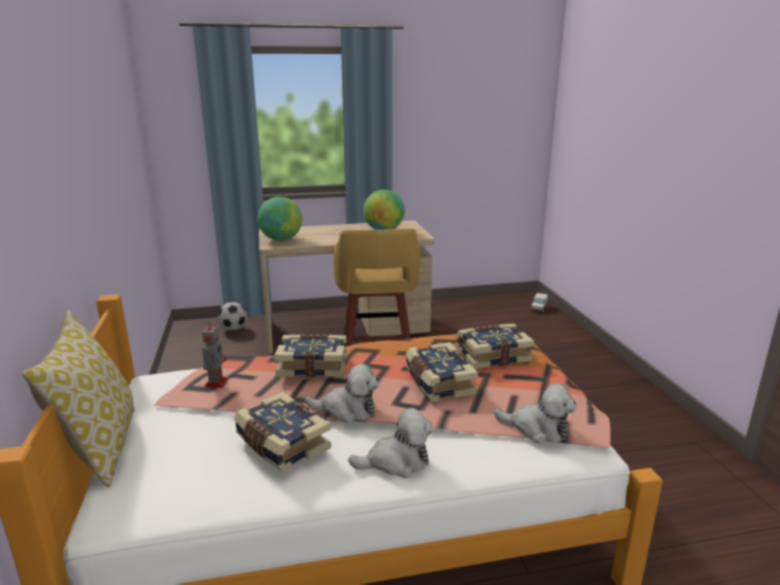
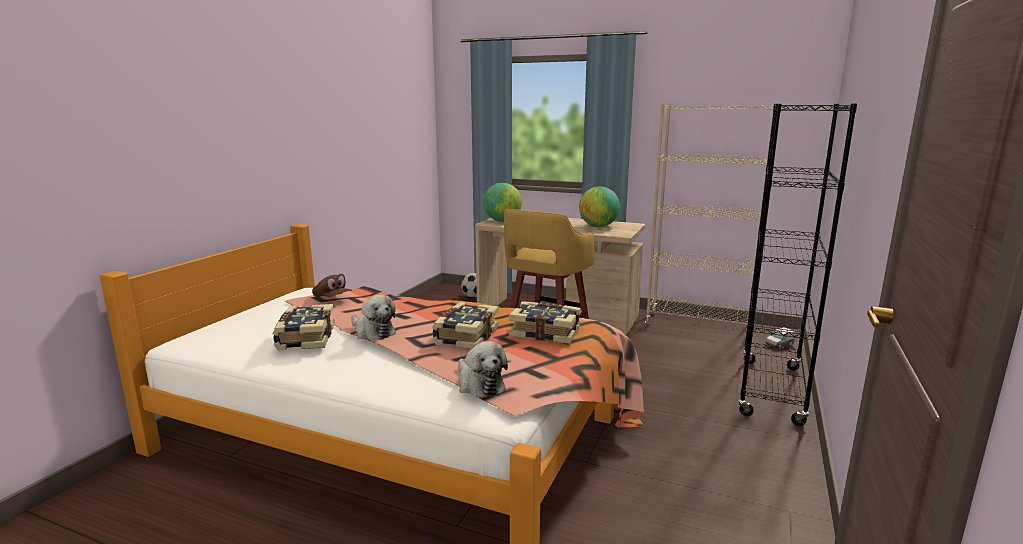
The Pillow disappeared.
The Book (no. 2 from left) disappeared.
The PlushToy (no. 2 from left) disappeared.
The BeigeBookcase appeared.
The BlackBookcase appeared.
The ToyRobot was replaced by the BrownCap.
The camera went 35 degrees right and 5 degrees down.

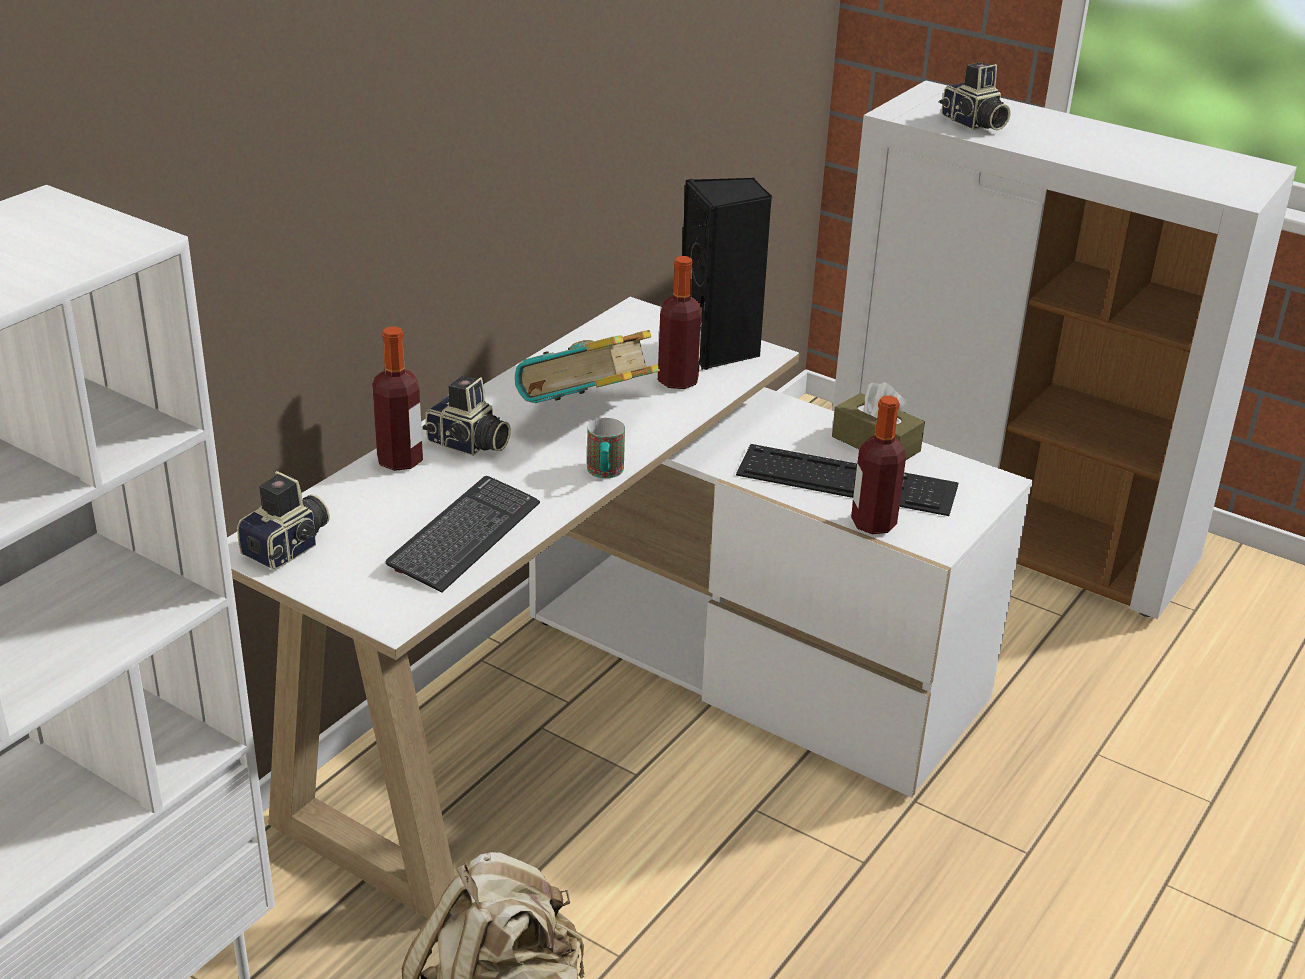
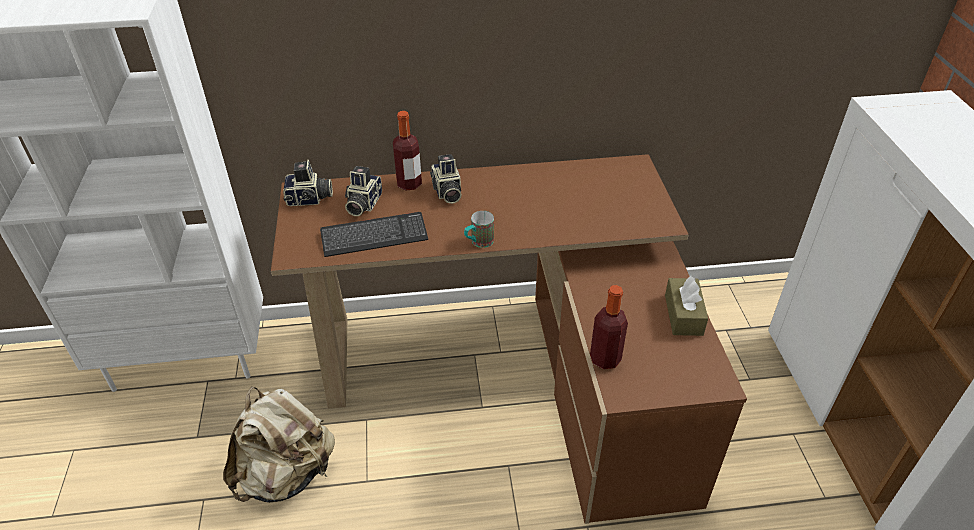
The Book disappeared.
The Bottle (no. 2 from left) disappeared.
The BlackSpeaker disappeared.
The Keyboard (no. 2 from left) disappeared.
The PhotoCamera (no. 3 from left in the first image) moved.
The WhiteDesk became the BrownDesk.
The camera went 50 degrees right and 10 degrees up.

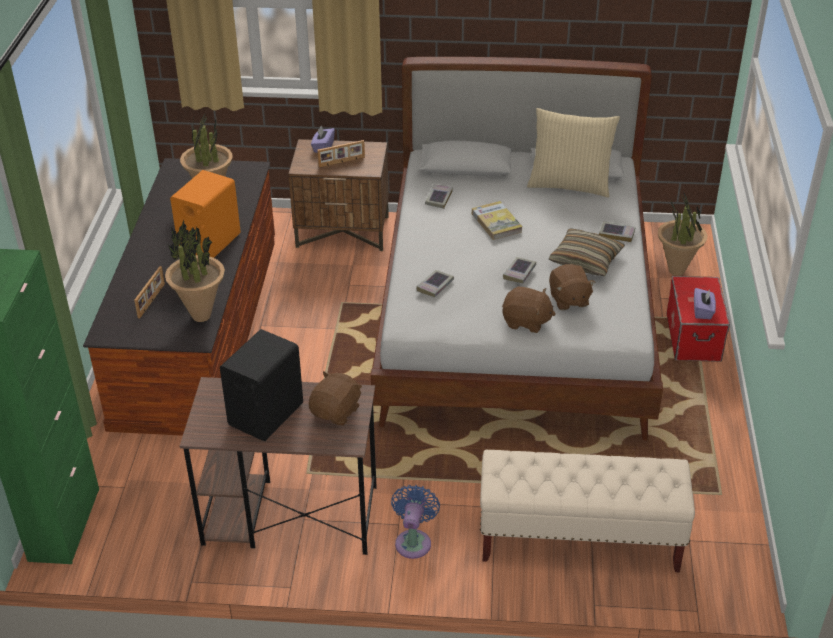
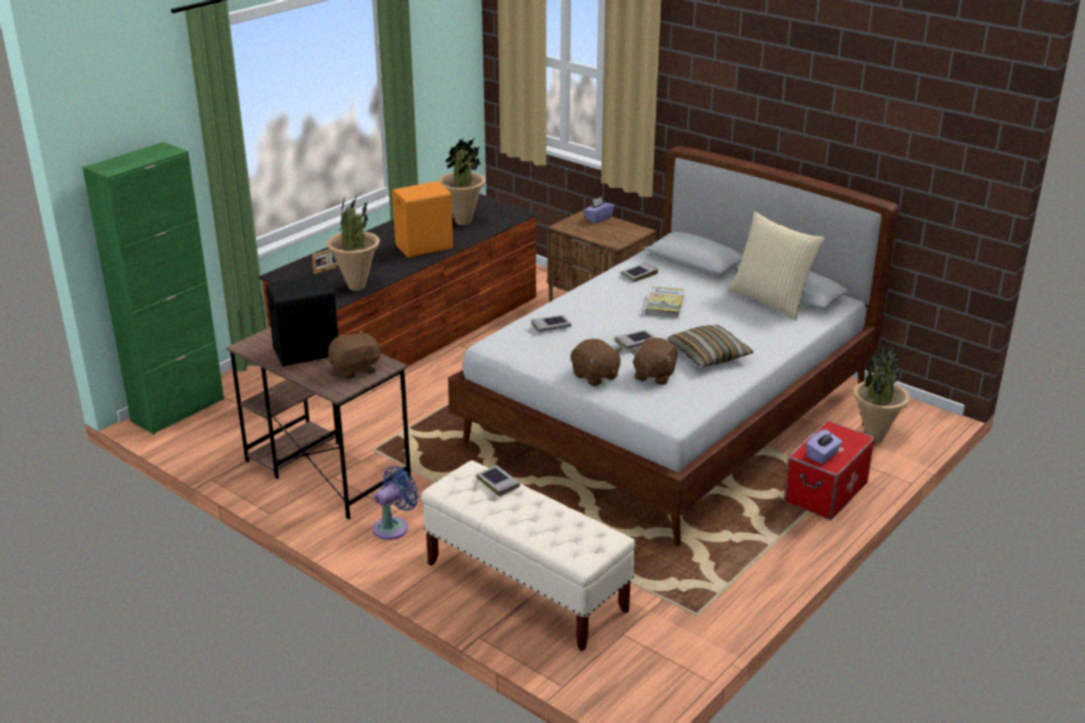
The PictureFrame (no. 2 from left) disappeared.
The Book (no. 5 from left in the first image) moved.
The camera went 35 degrees right and 10 degrees down.

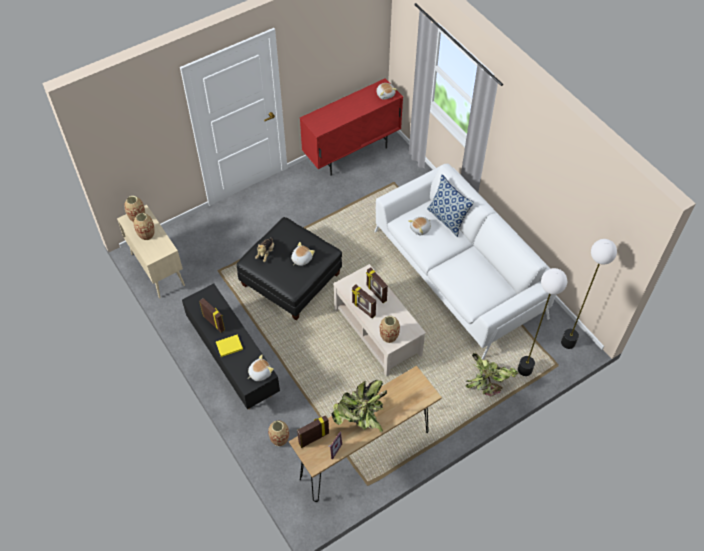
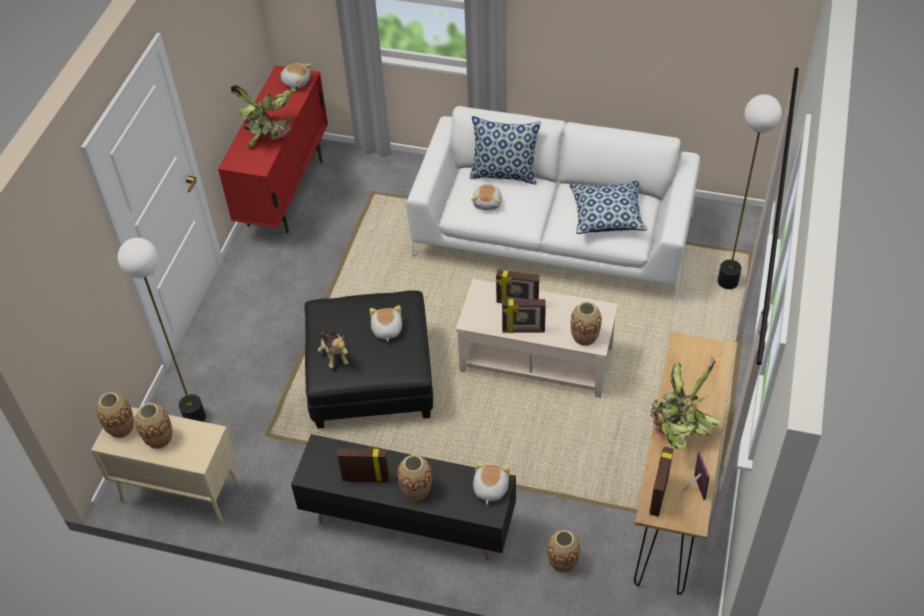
The Pillow (no. 2 from left) appeared.
The PottedPlant (no. 2 from left in the first image) moved.
The FloorLamp (no. 2 from left in the first image) moved.
The YellowBook was replaced by the Vase (no. 3 from left).
The camera went 40 degrees left and 5 degrees down.

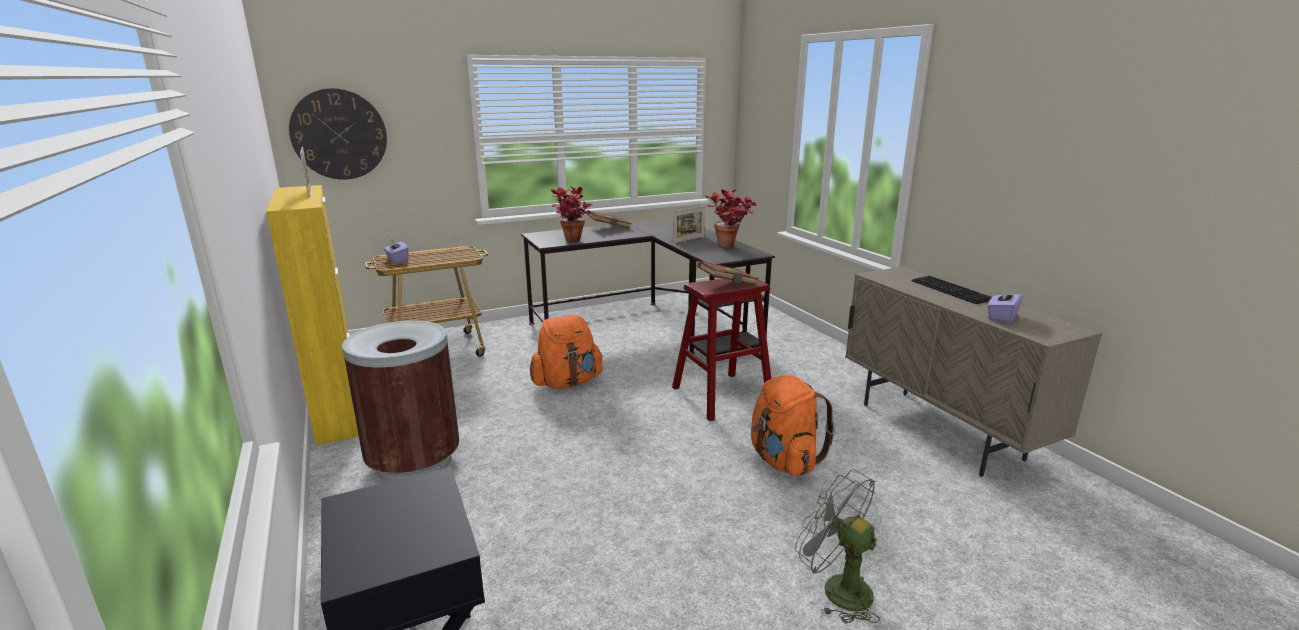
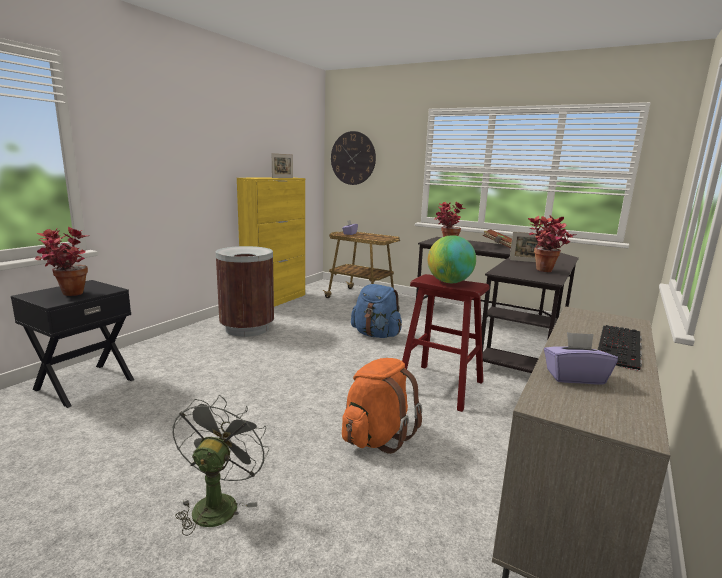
The PottedPlant (no. 1 from left) appeared.
The BrownBook (no. 2 from left) was replaced by the Globe.
The OrangeBackpack (no. 1 from left) became the BlueBackpack.
The camera went 55 degrees right and 5 degrees down.

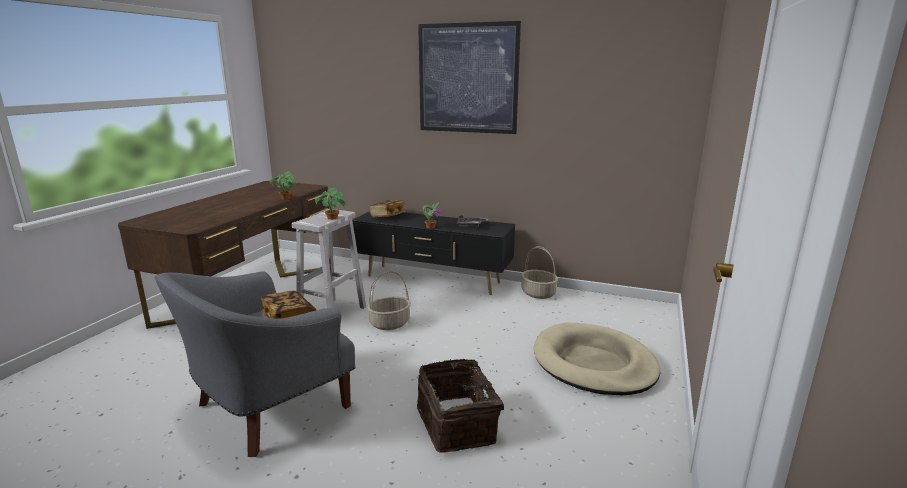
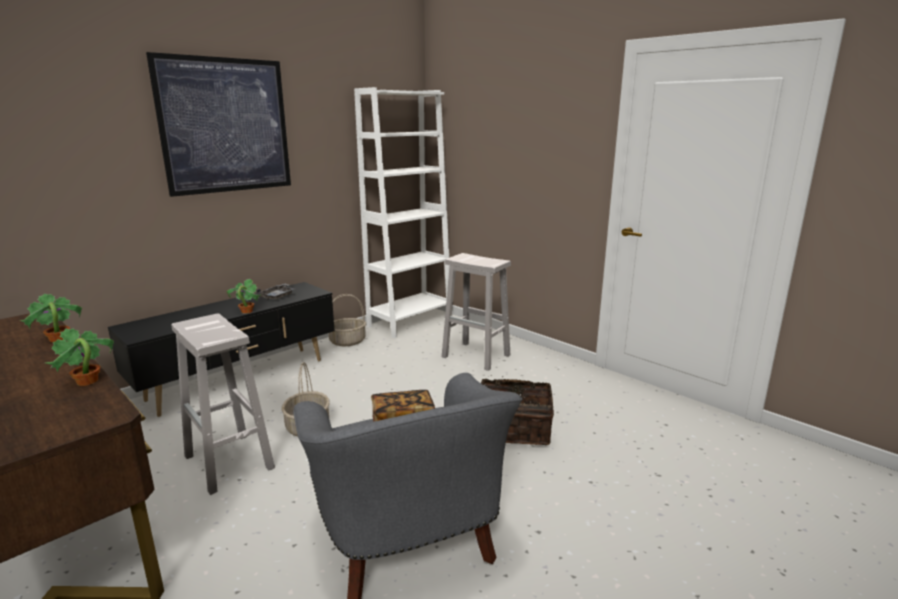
The Book (no. 2 from left) disappeared.
The WhiteBookcase appeared.
The PottedPlant (no. 2 from left) moved.
The BeigeDogBed was replaced by the WhiteStool (no. 2 from left).
The camera went 65 degrees left and 0 degrees up.

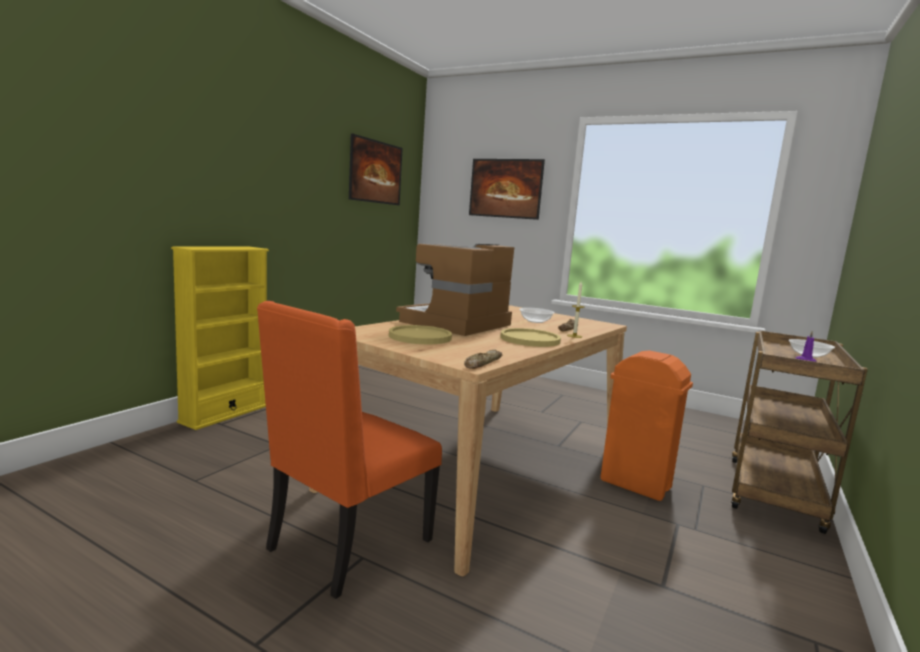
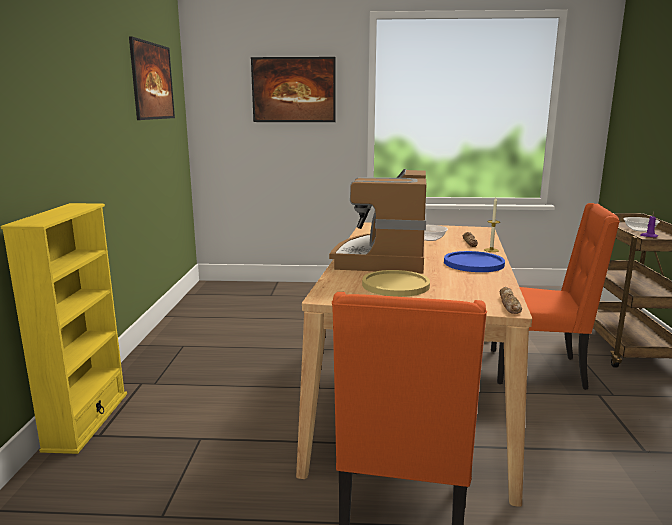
The OrangeTrashCan was replaced by the OrangeChair (no. 2 from left).
The YellowPlate (no. 2 from left) became the BluePlate.
The camera went 25 degrees left and 5 degrees up.

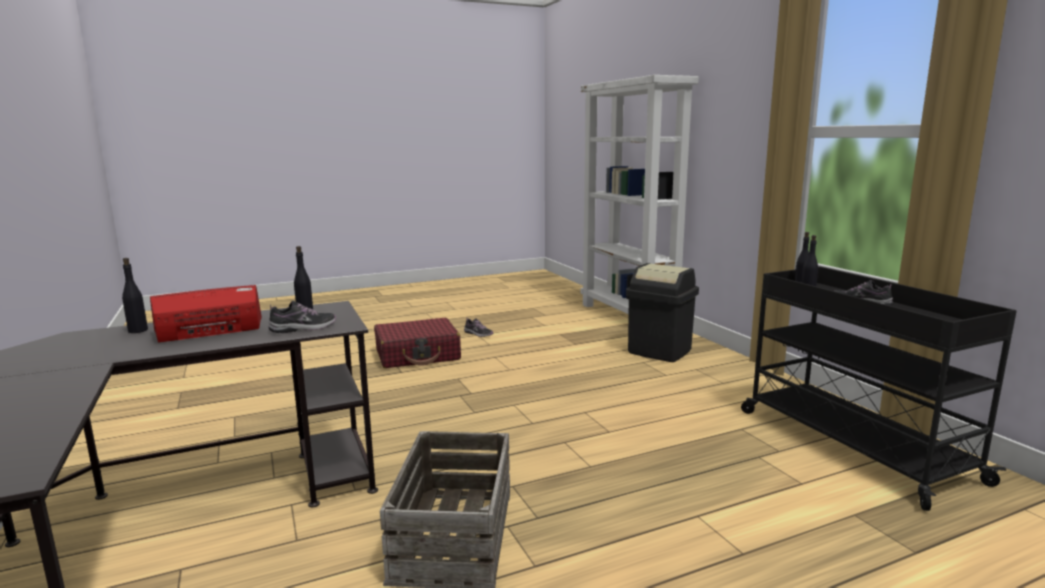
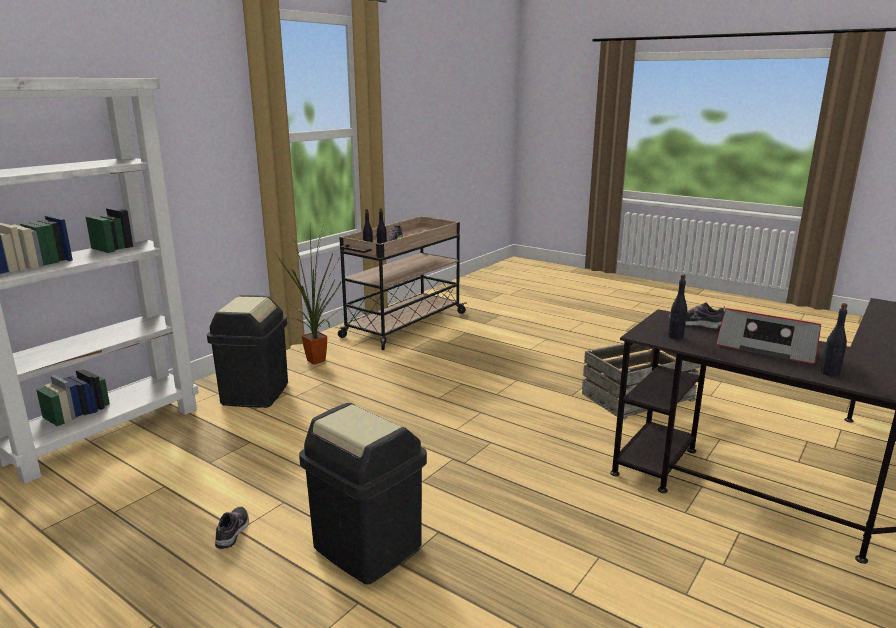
The PottedPlant appeared.
The RedSuitcase was replaced by the BlackTrashCan (no. 2 from left).
The BlackCart became the BeigeCart.
The camera went 120 degrees left and 5 degrees up.

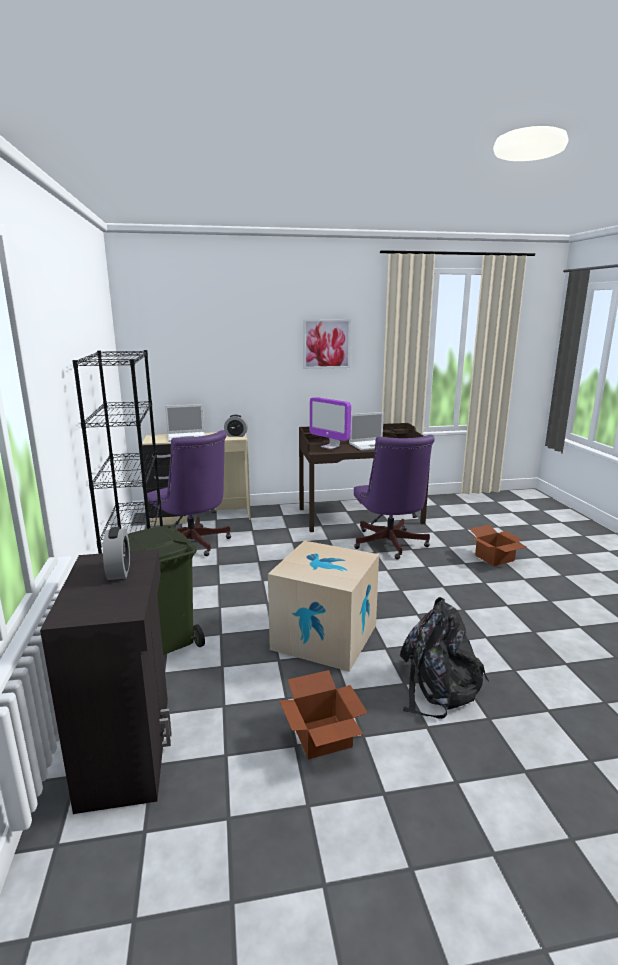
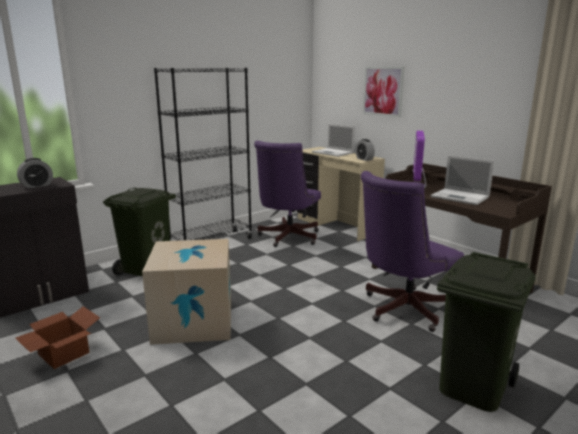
The BlackBackpack disappeared.
The Picture moved.
The CardboardBox (no. 3 from left) was replaced by the GreenTrashCan (no. 2 from left).
The camera went 60 degrees right and 0 degrees up.

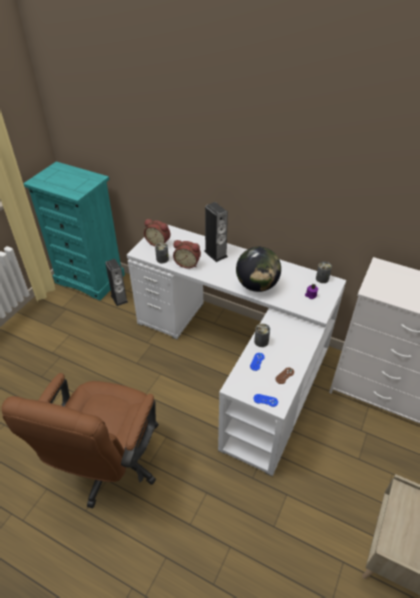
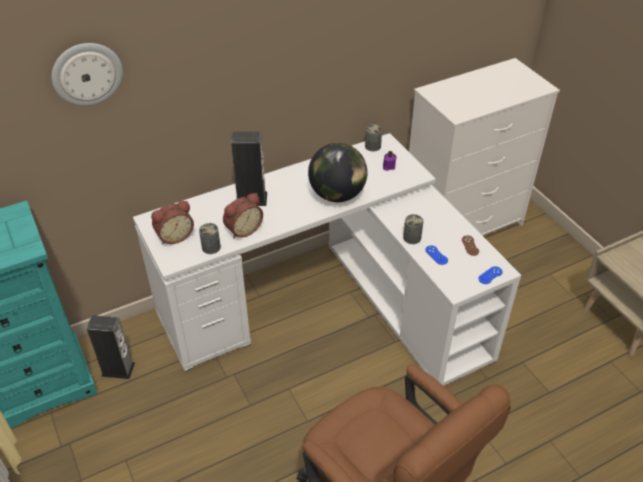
The WallClock appeared.
The camera went 55 degrees left and 0 degrees up.

